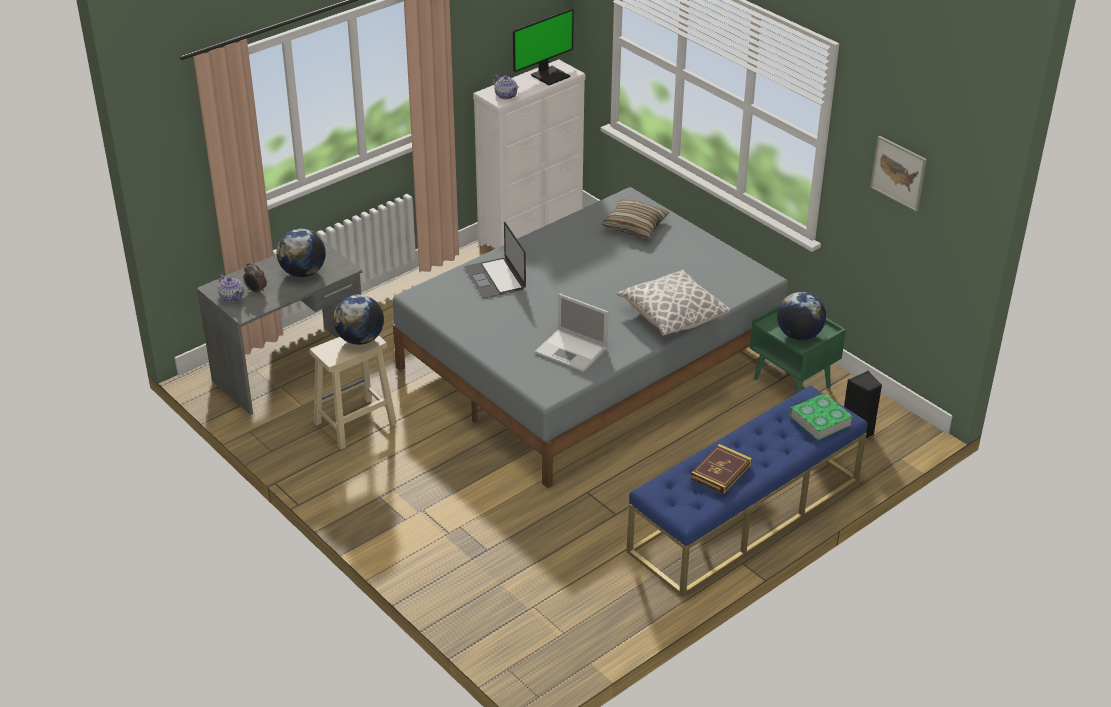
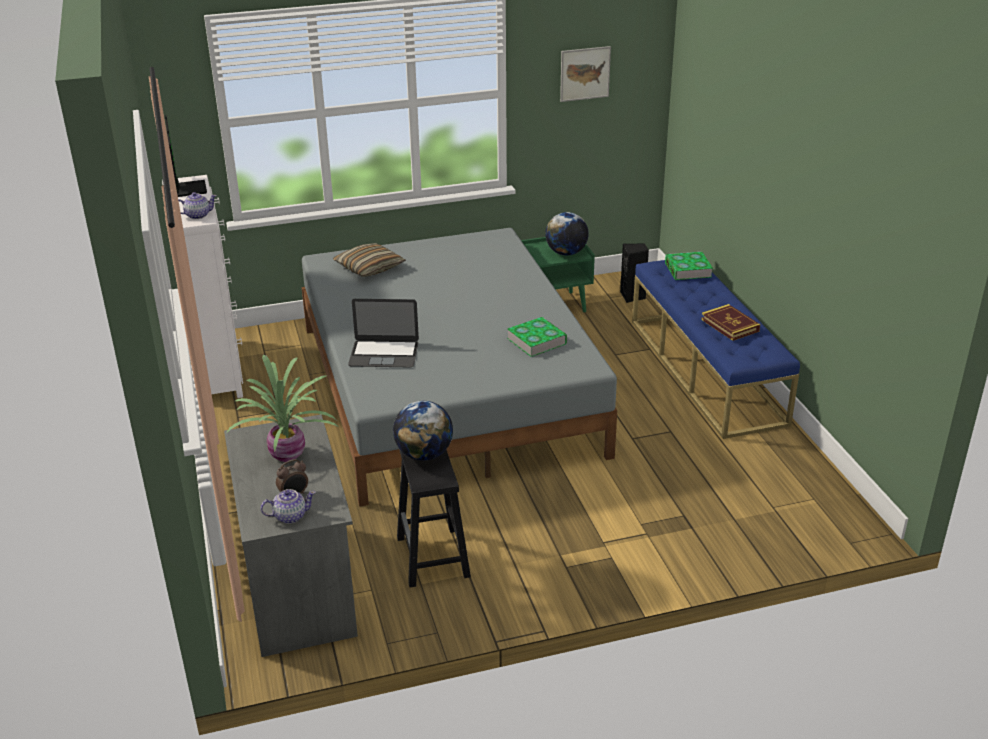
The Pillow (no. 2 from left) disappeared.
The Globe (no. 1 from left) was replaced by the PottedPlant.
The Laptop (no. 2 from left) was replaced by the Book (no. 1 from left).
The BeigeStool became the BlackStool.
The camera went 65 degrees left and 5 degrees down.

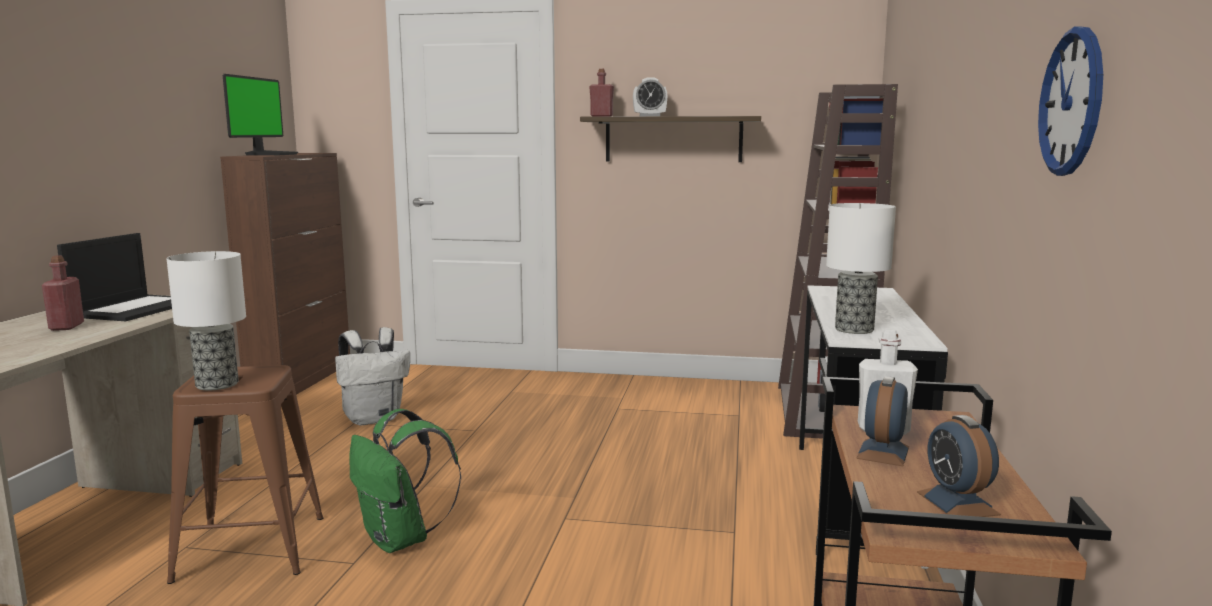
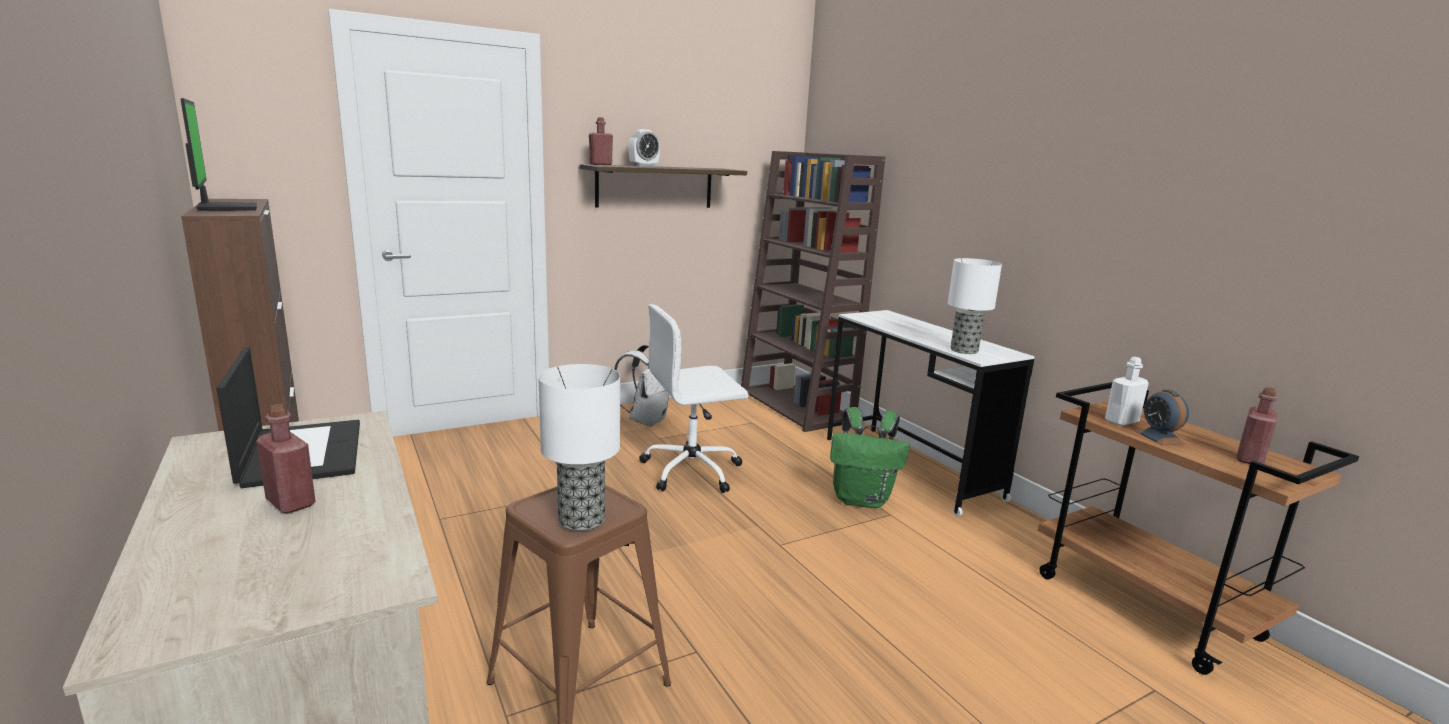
The WallClock disappeared.
The WhiteOfficeChair appeared.
The WhiteBackpack moved.
The GreenBackpack moved.
The AlarmClock (no. 3 from left) was replaced by the RedBottle (no. 3 from left).
The camera went 40 degrees left and 5 degrees up.

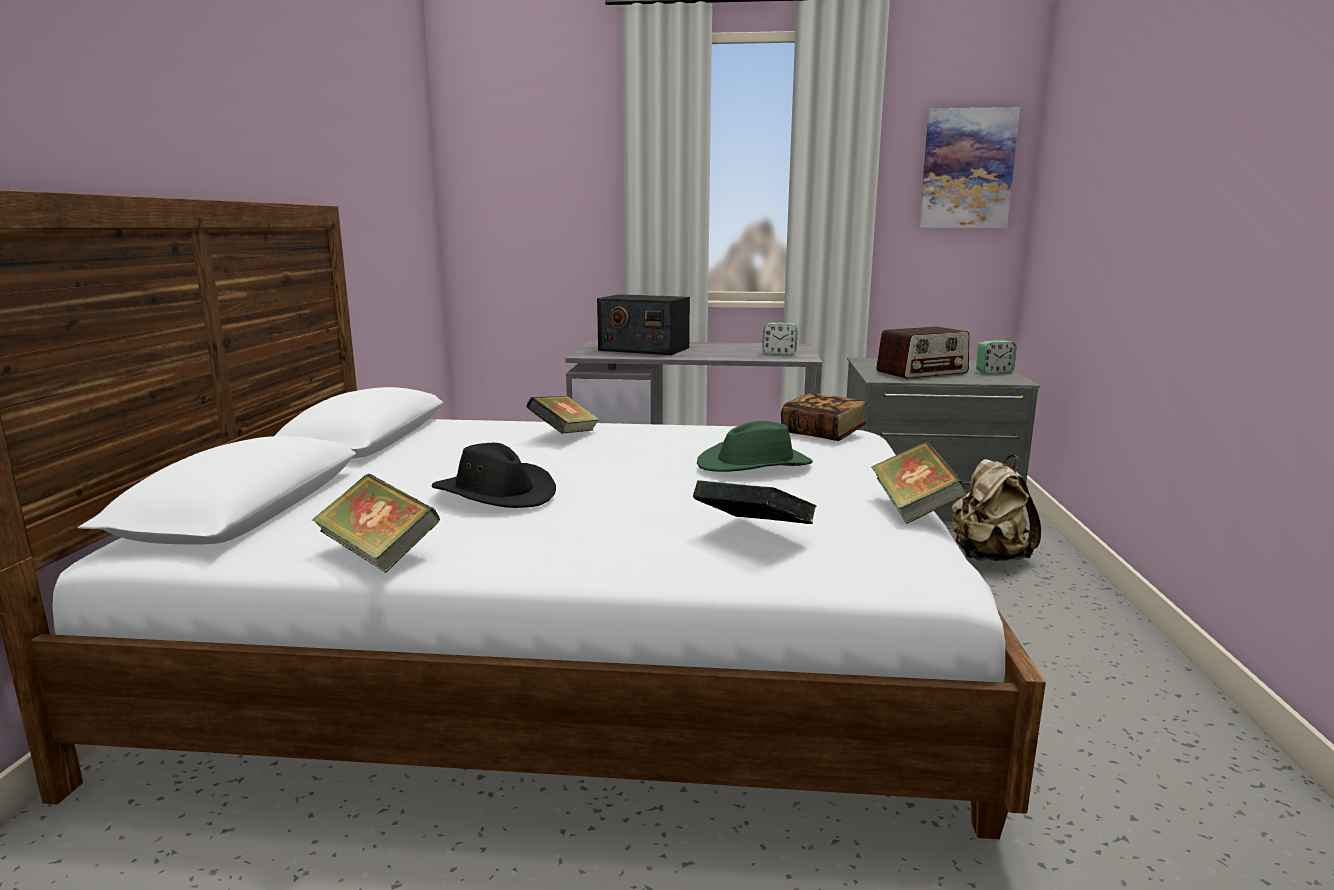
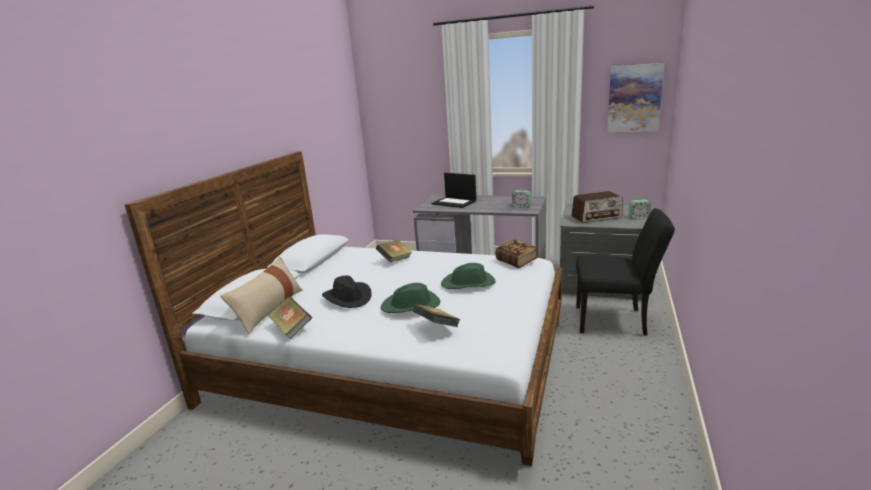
The Book (no. 5 from left) disappeared.
The BeigePillow appeared.
The GreenHat (no. 1 from left) appeared.
The Radio (no. 1 from left) was replaced by the Laptop.
The BeigeBackpack was replaced by the BlackChair.
The camera went 15 degrees right and 5 degrees up.

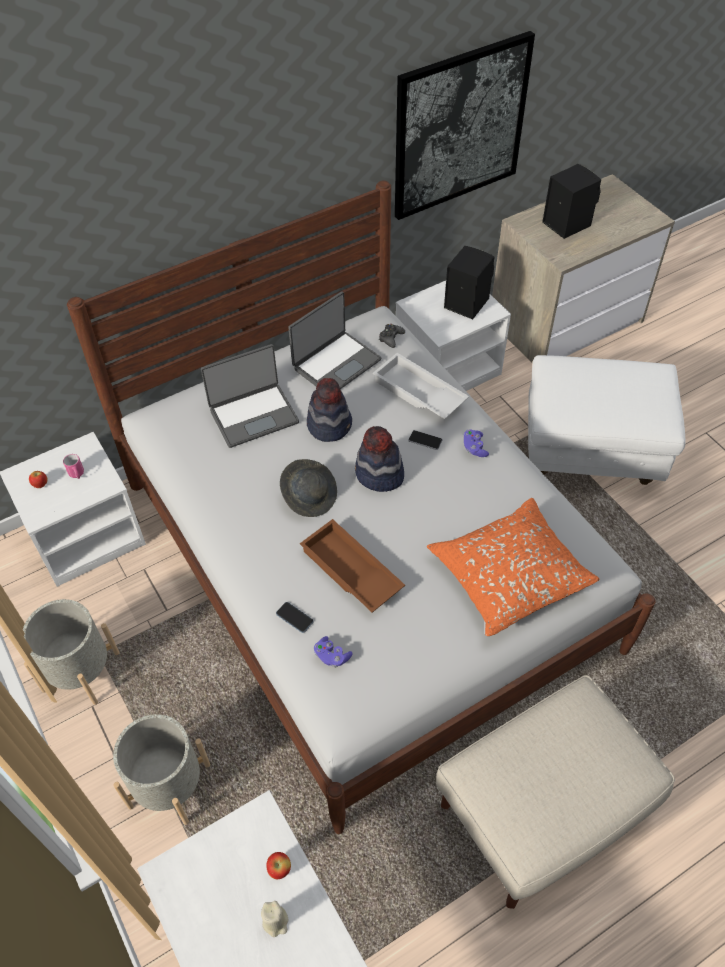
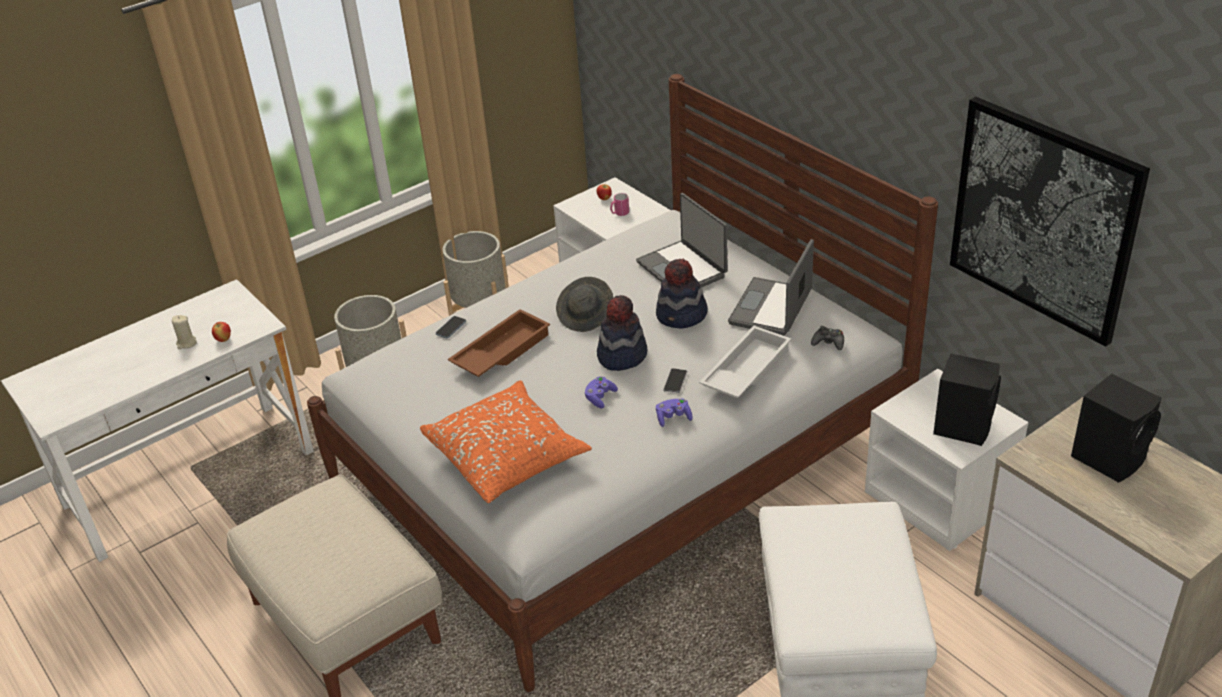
The PurpleGameController (no. 1 from left) moved.
The Laptop (no. 2 from left) turned 75 degrees clockwise.
The camera went 85 degrees right and 15 degrees down.

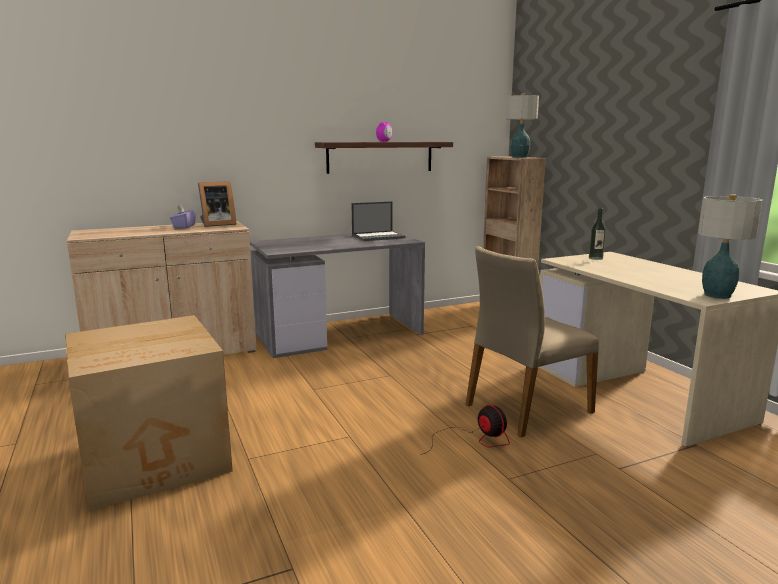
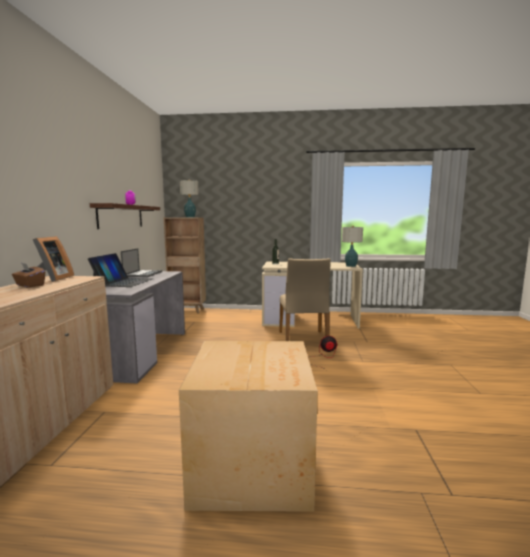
The Laptop (no. 1 from left) appeared.
The PurpleTissueBox became the BrownTissueBox.
The camera went 60 degrees left and 5 degrees down.

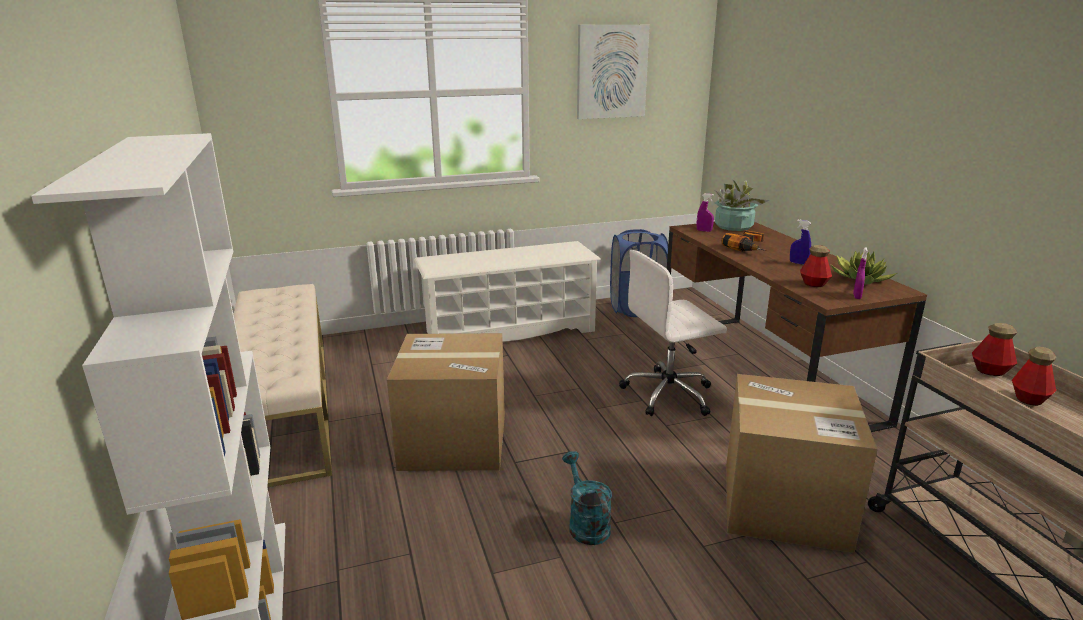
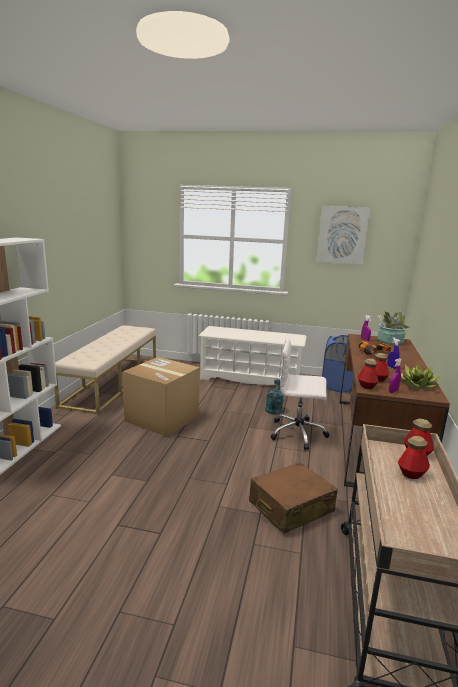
The Bottle (no. 1 from left) appeared.
The TurquoiseWateringCan moved.
The CardboardBox (no. 2 from left) was replaced by the BrownSuitcase.
The camera went 30 degrees right and 5 degrees down.

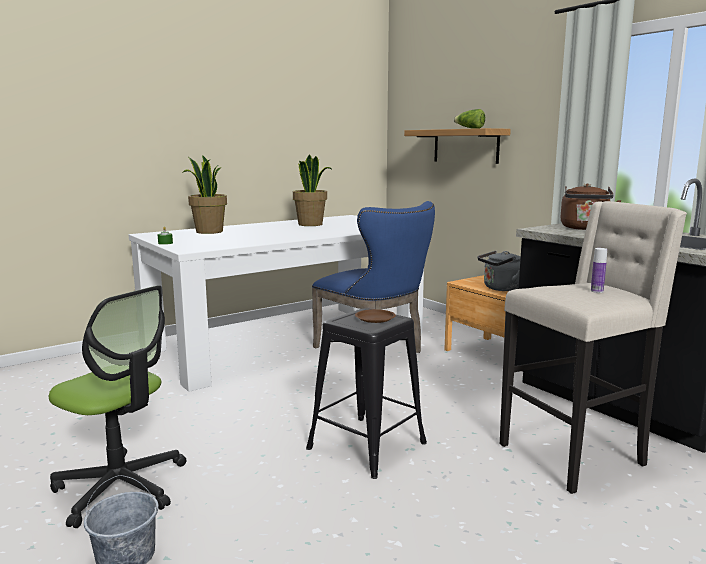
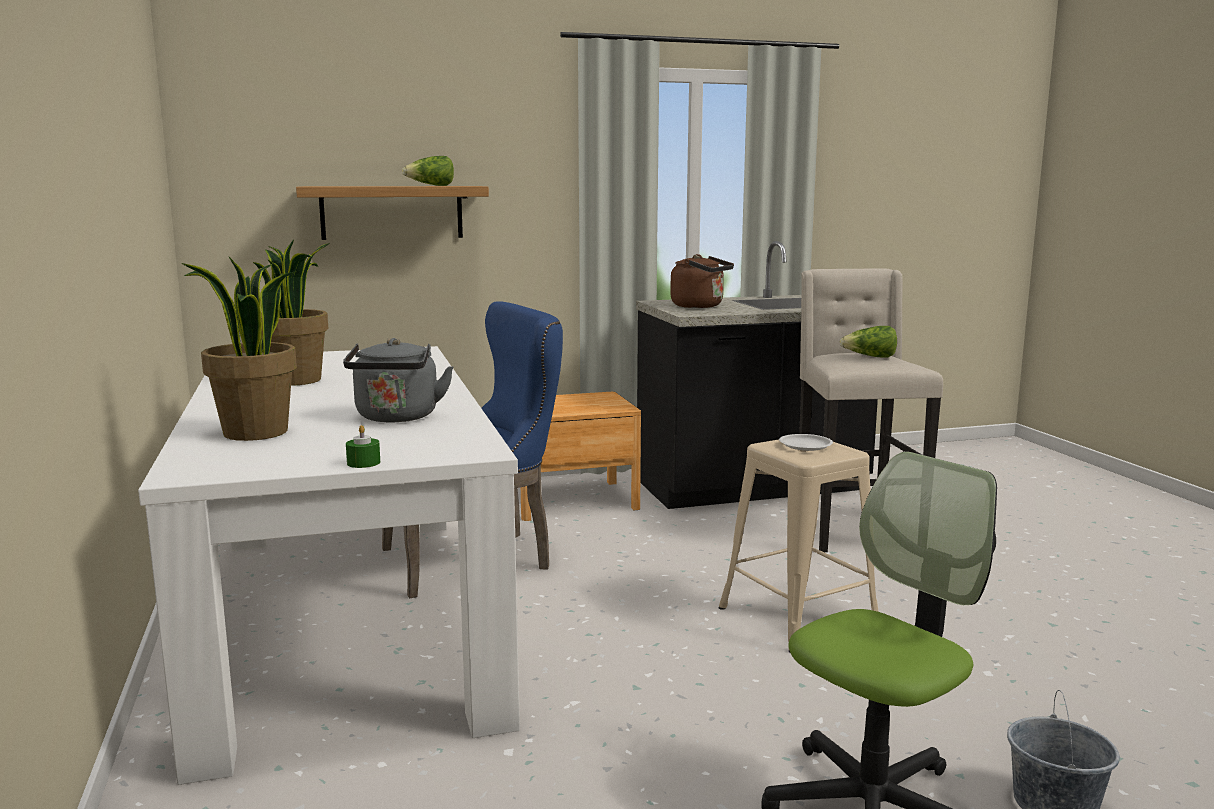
The GreyKettle moved.
The Bottle was replaced by the Lettuce (no. 2 from left).
The BlackStool became the BeigeStool (no. 1 from left).
The BrownPlate became the WhitePlate.
The camera went 70 degrees left and 0 degrees up.

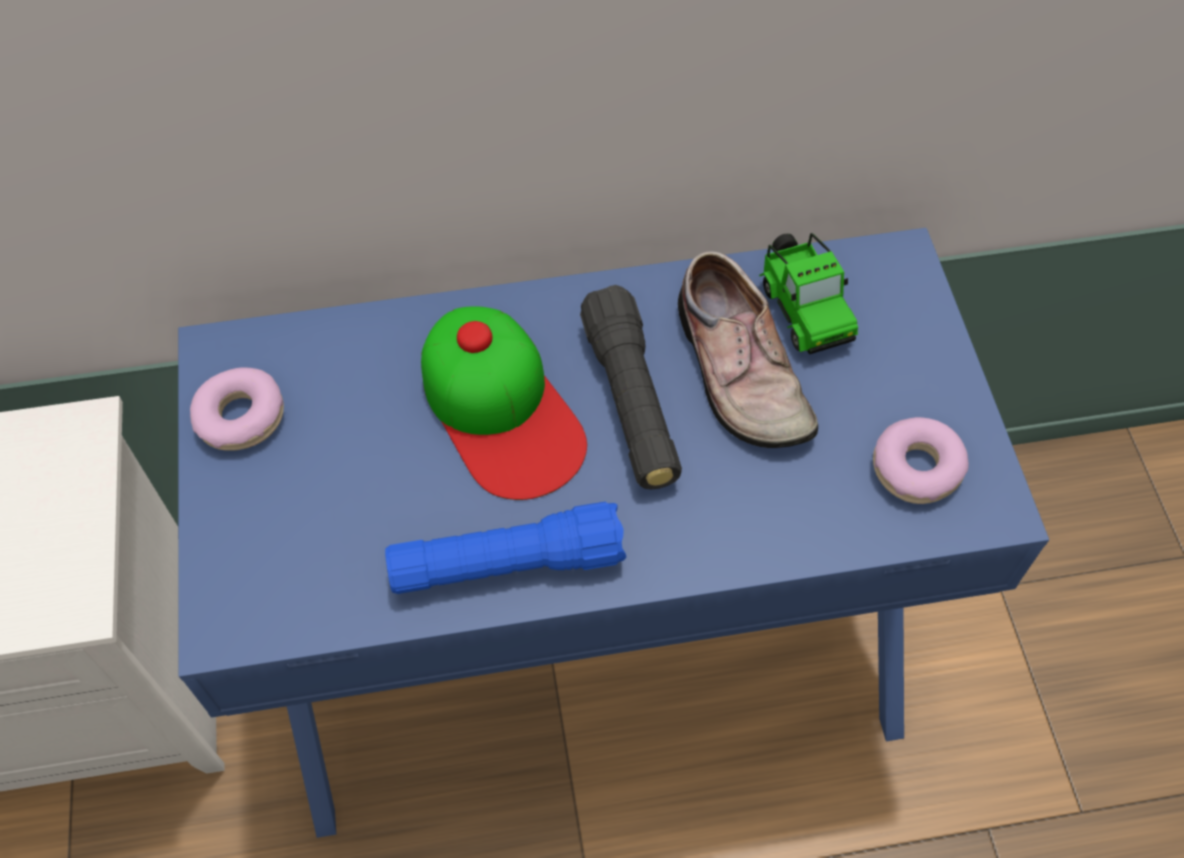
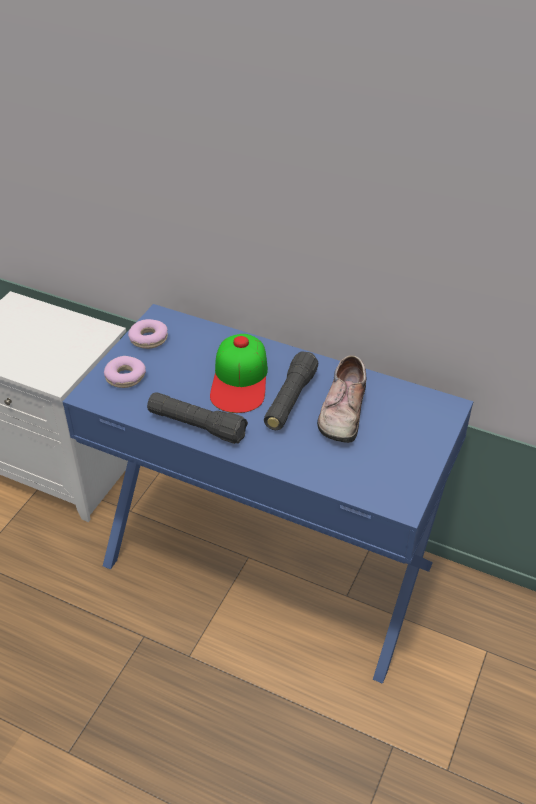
The ToyCar disappeared.
The Donut (no. 2 from left in the first image) moved.
The BlueFlashlight became the BlackFlashlight (no. 1 from left).
The camera went 35 degrees right and 15 degrees down.

